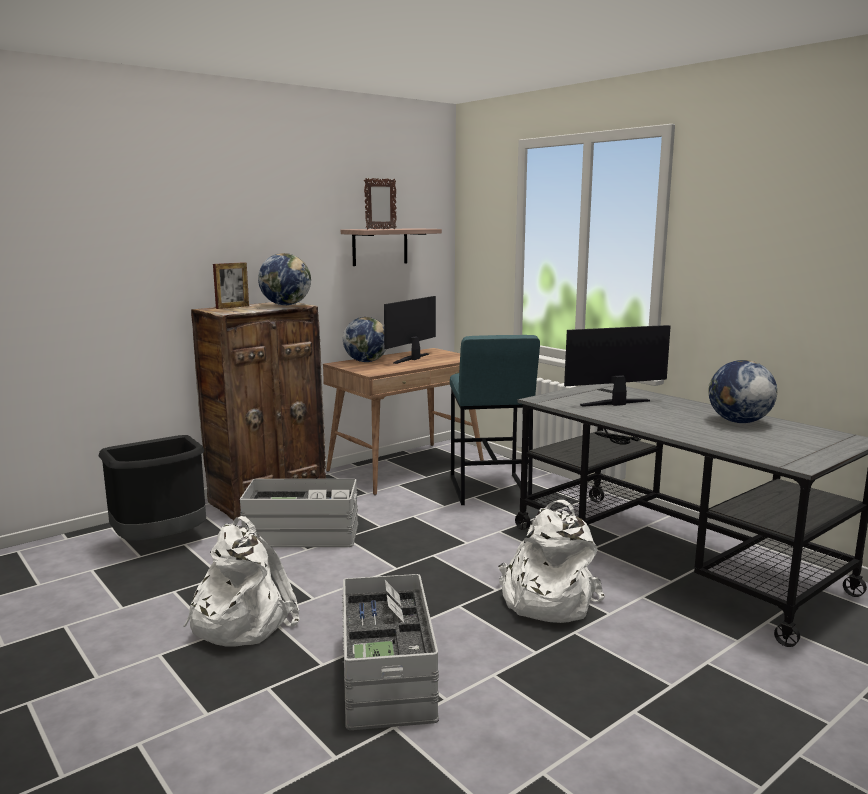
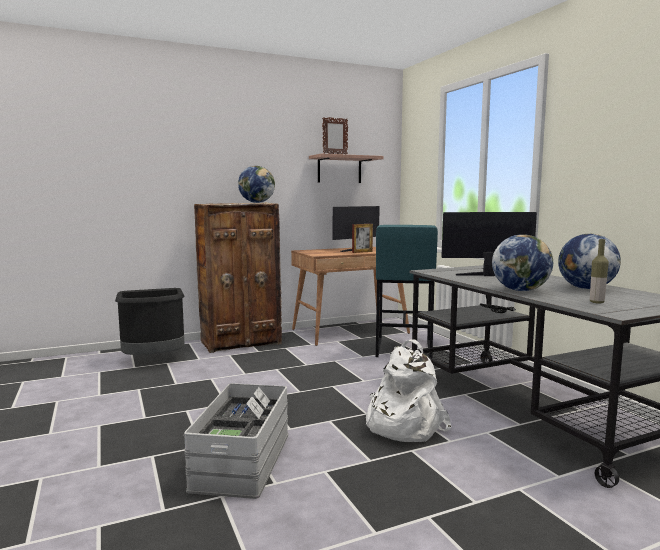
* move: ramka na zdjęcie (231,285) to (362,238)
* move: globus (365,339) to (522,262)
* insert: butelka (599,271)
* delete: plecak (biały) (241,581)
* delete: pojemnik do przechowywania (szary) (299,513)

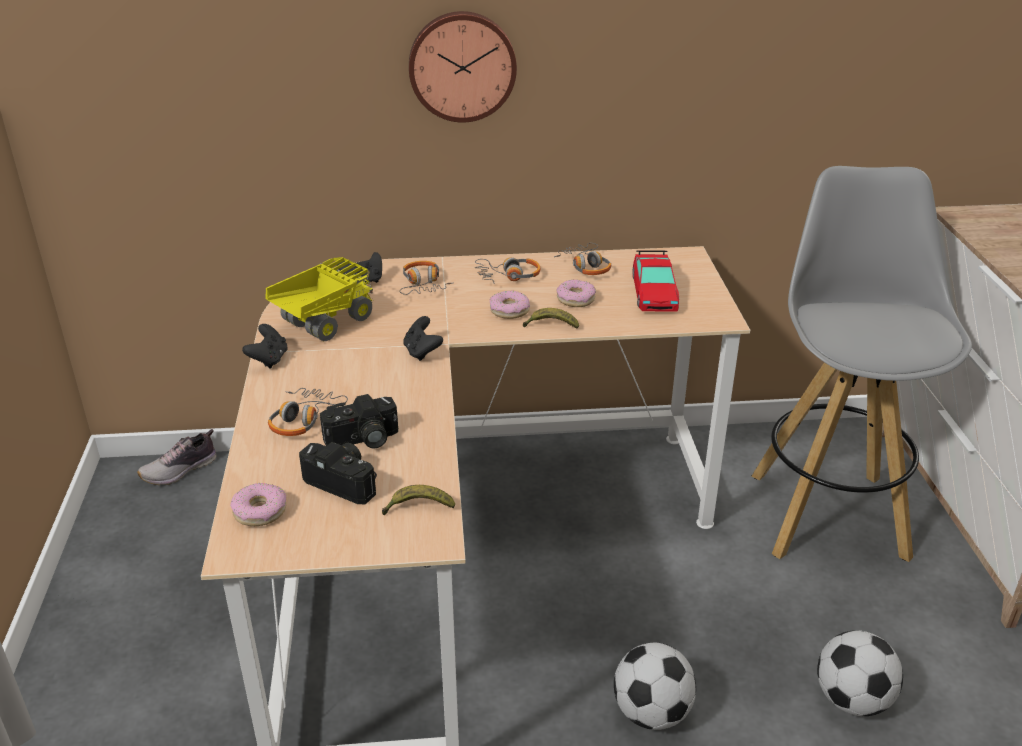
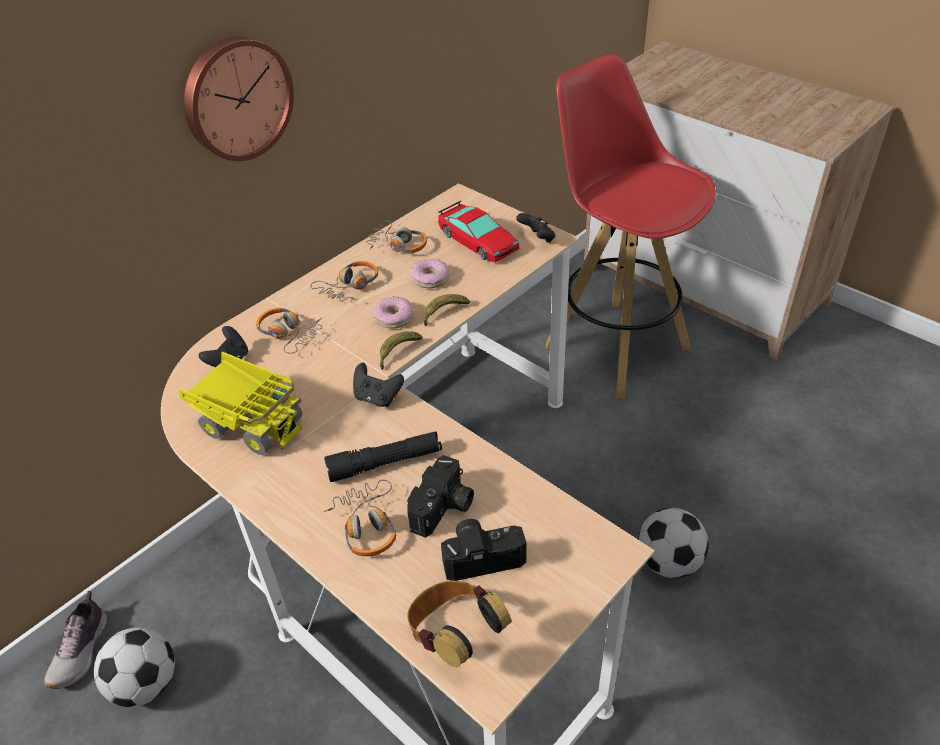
* move: piłka futbolowa (860,673) to (134,667)
* rotate: ciężarówka zabawkowa (319,299) = (241,403) 120 degrees clockwise
* insert: latarka (czarny) (383,456)
* move: banan (418,500) to (401,350)
* replace: donut (258,504) to słuchawki (459,624)
* move: pad do gier (czarny) (265,346) to (535,228)
* recolor: stołek (szary) (861,364) to stołek (czerwony) (631,226)

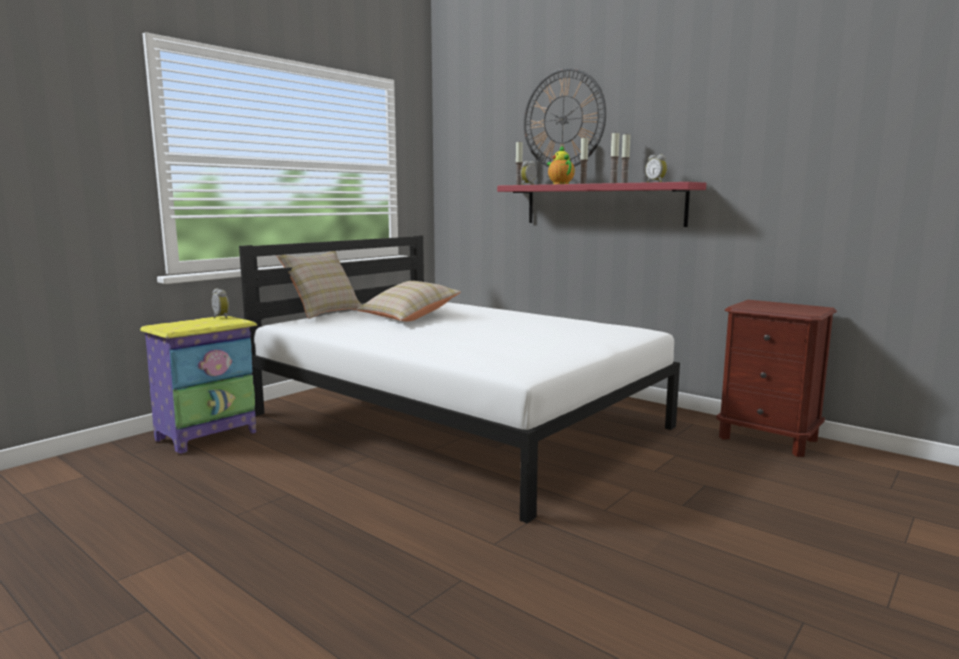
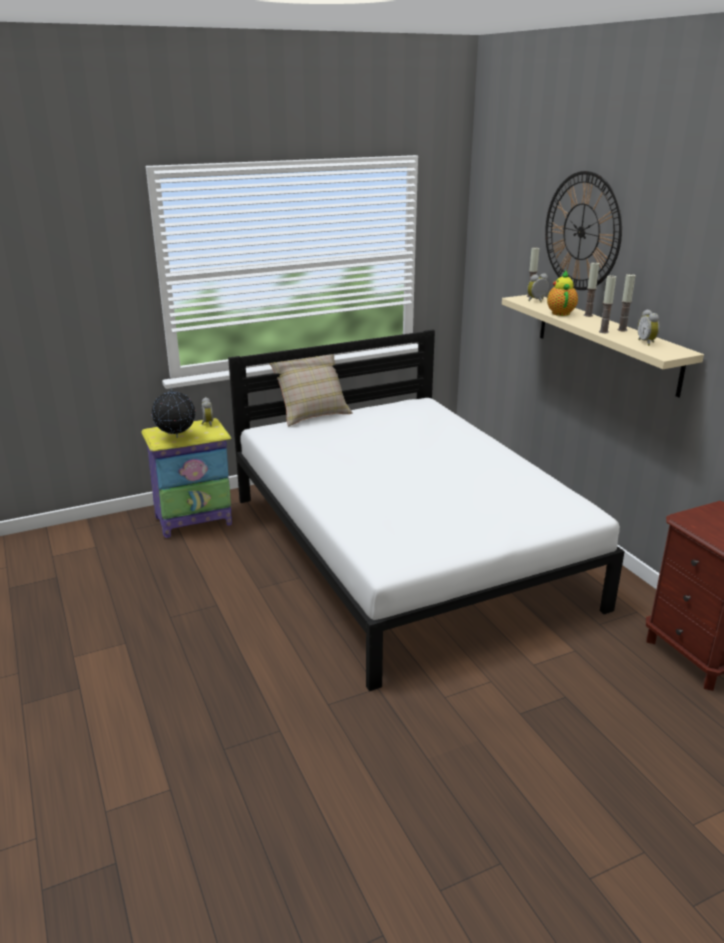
* insert: globus (174,412)
* recolor: półka (czerwony) (601,204) to półka (beżowy) (603,346)
* delete: poduszka (beżowy) (408,301)

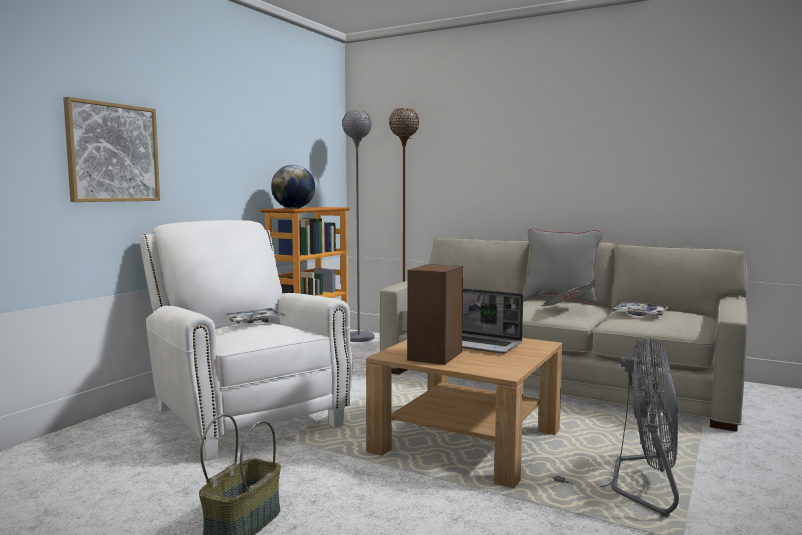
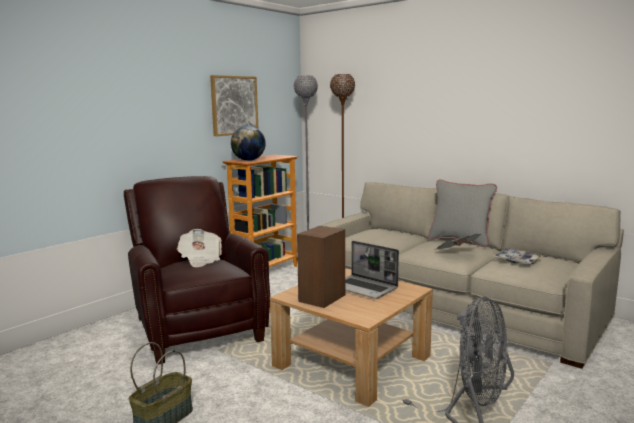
* recolor: fotel (biały) (246,340) to fotel (brązowy) (197,270)
* replace: taca (255,315) to gazeta (199,248)
* move: obraz (111,149) to (234,105)

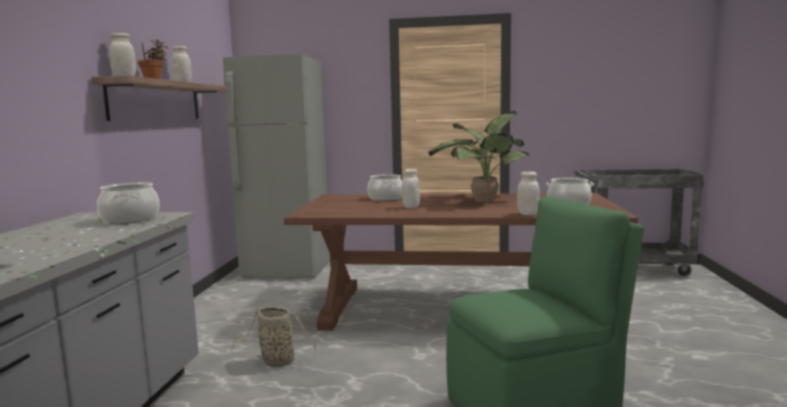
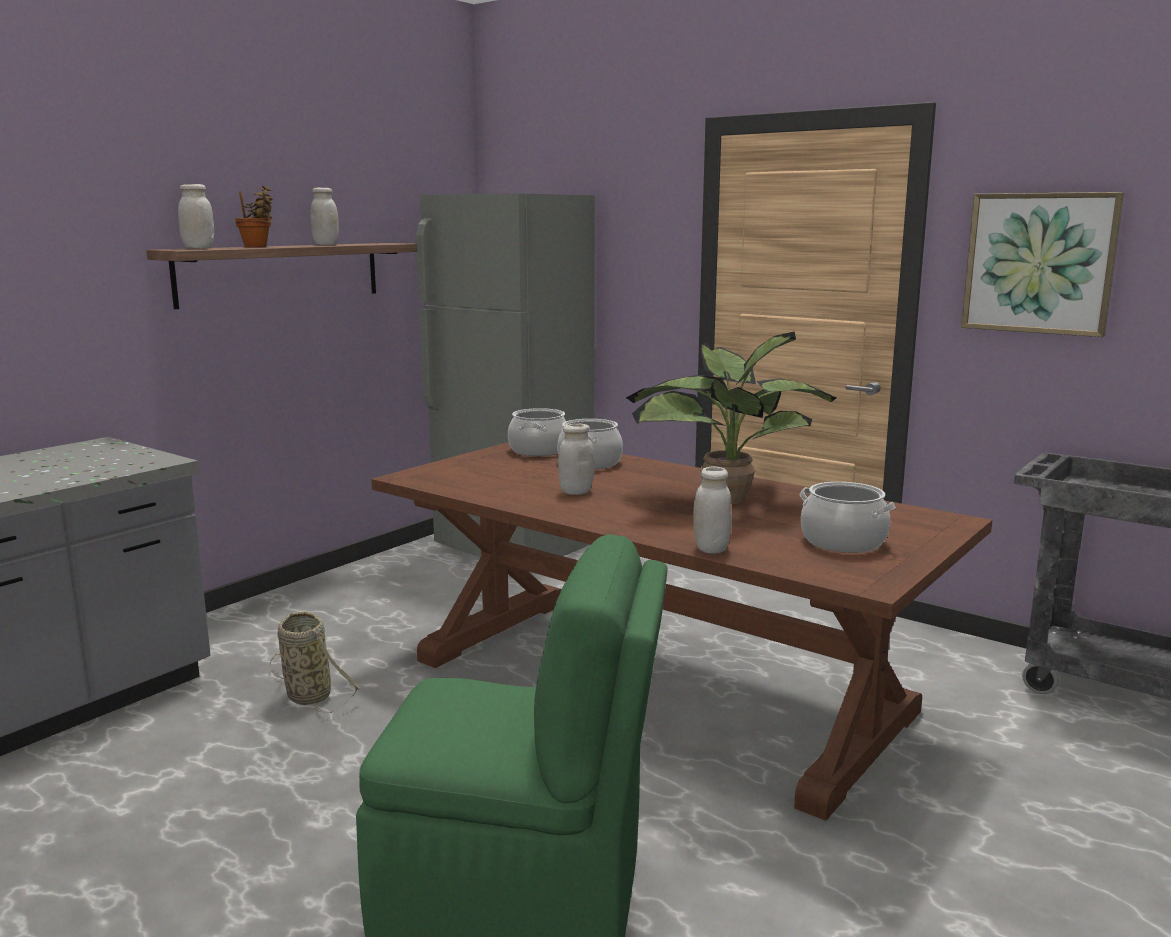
* move: garnek (128,203) to (537,432)
* insert: obraz (1042,264)

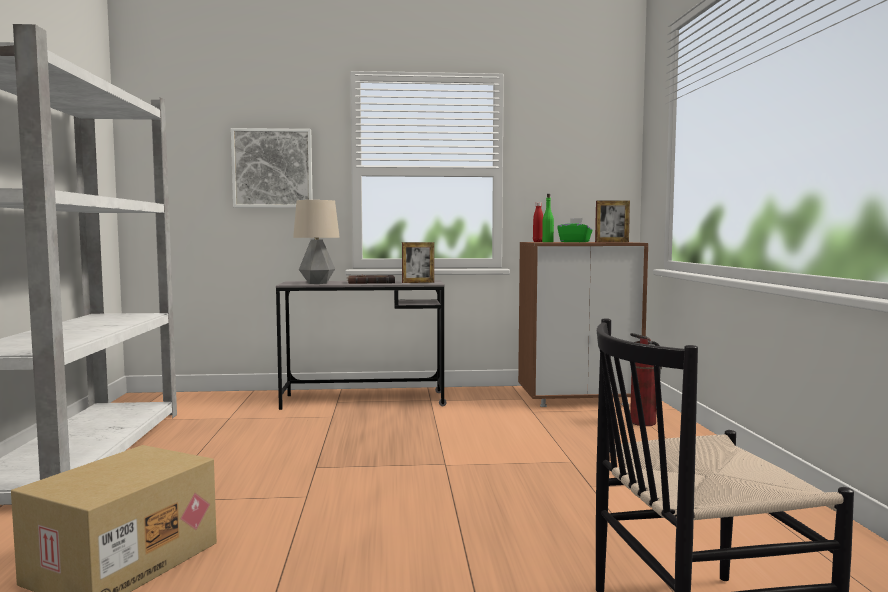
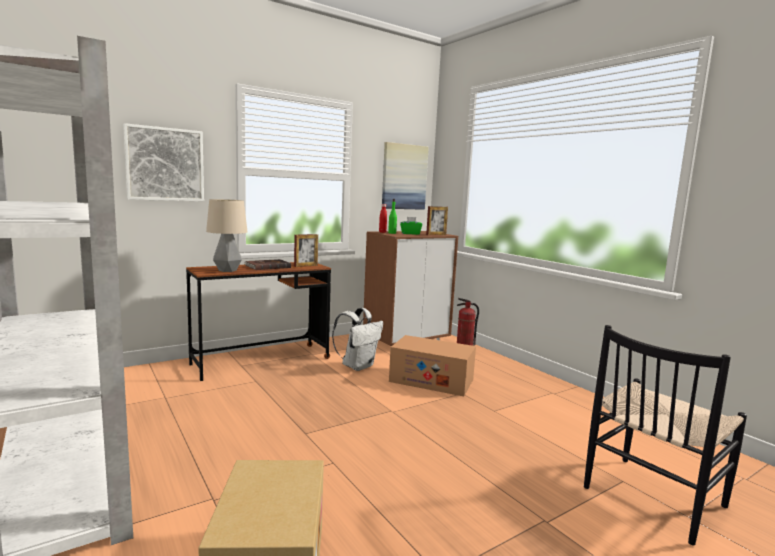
* recolor: biurko (szary) (361,345) to biurko (brązowy) (258,321)
* insert: plecak (biały) (357,339)
* insert: obraz (405,176)
* insert: karton (432,365)

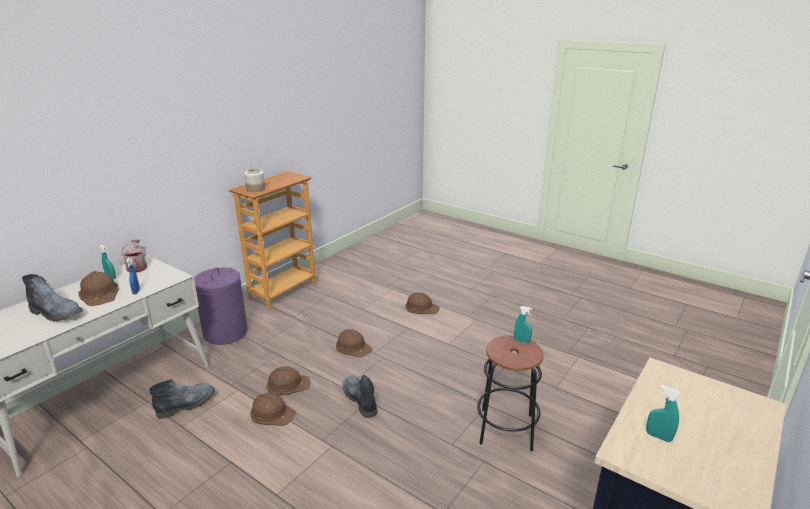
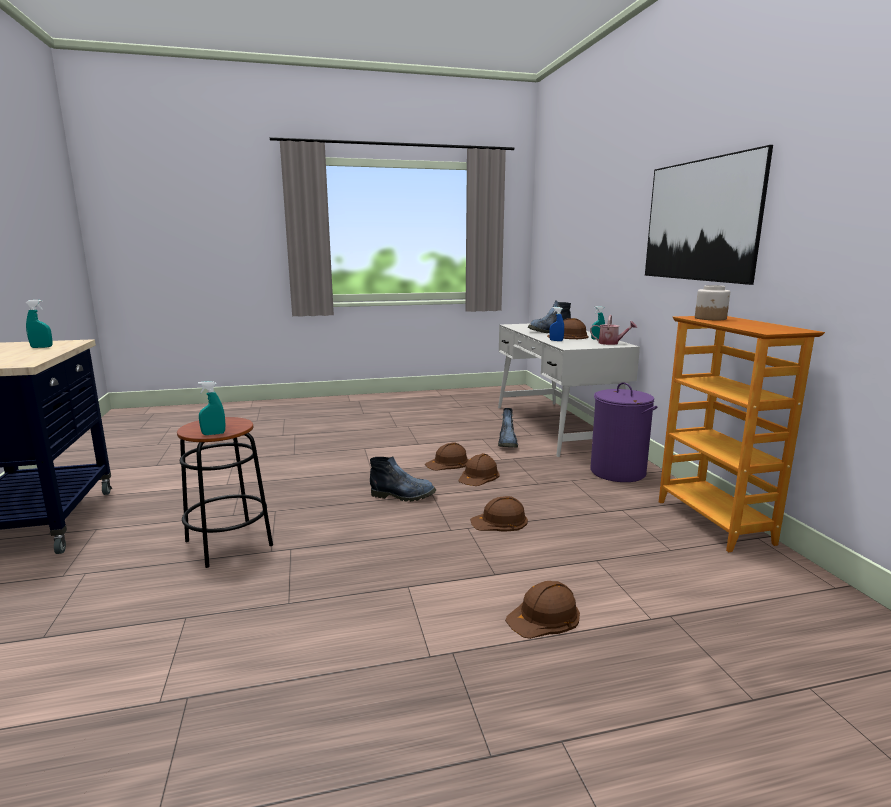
* insert: obraz (709,215)

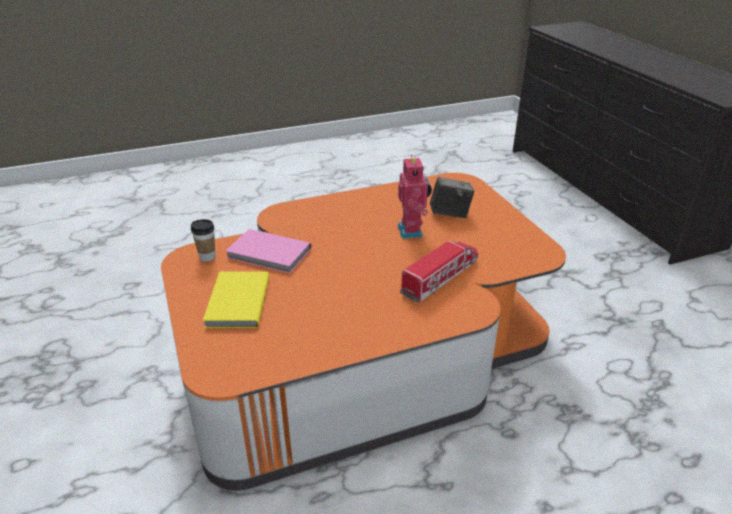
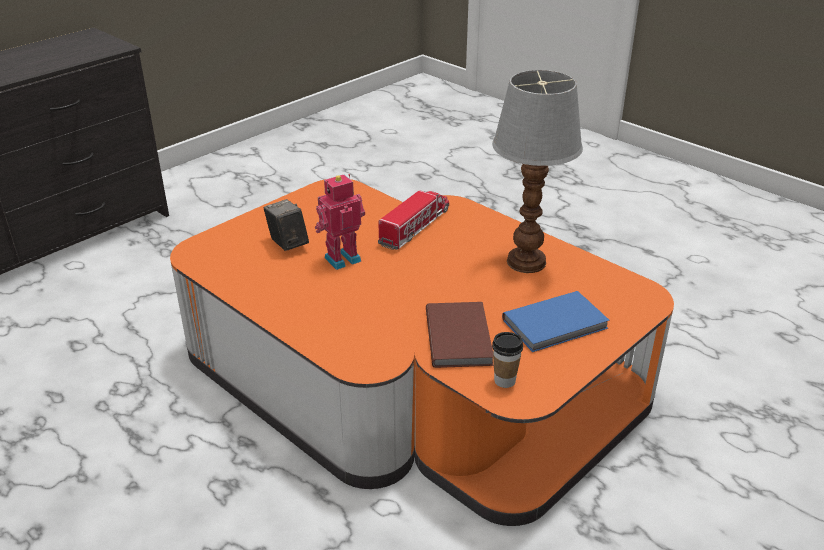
* rotate: ciężarówka zabawkowa (439,271) = (413,220) 105 degrees clockwise
* recolor: książka (różowy) (268,251) to książka (brązowy) (460,335)
* insert: lampa stołowa (537,171)
* recolor: książka (żółty) (236,299) to książka (niebieski) (556,321)

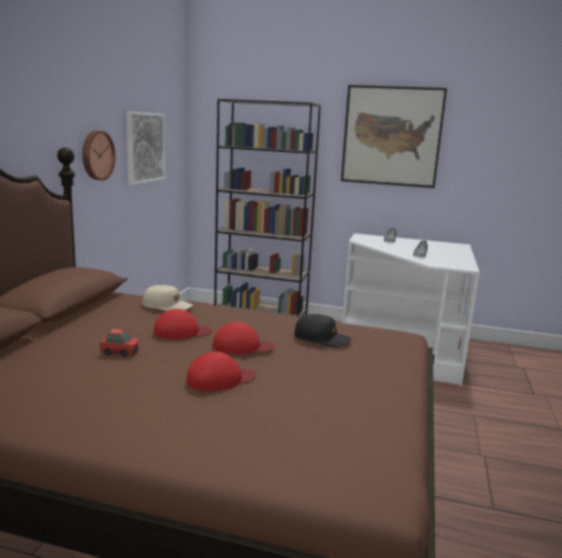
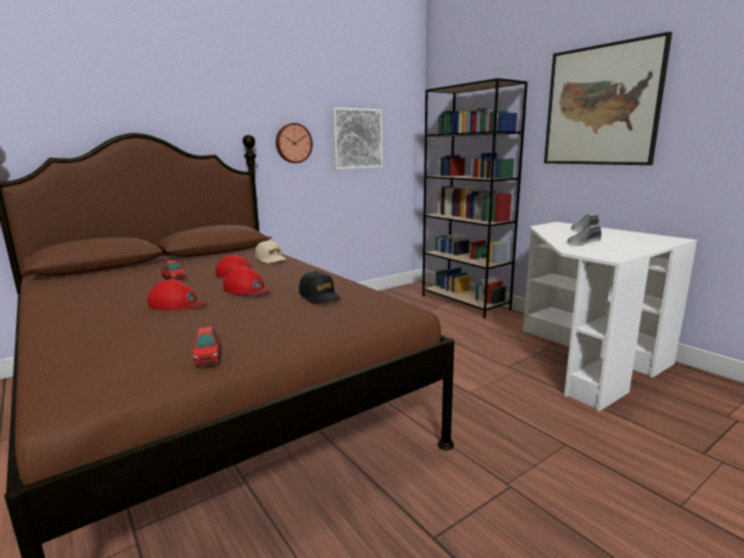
* insert: samochodzik (207,346)

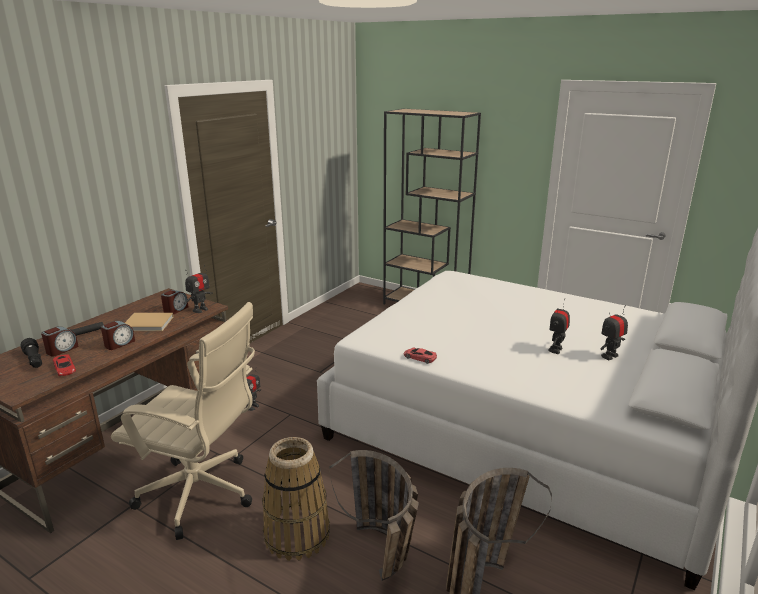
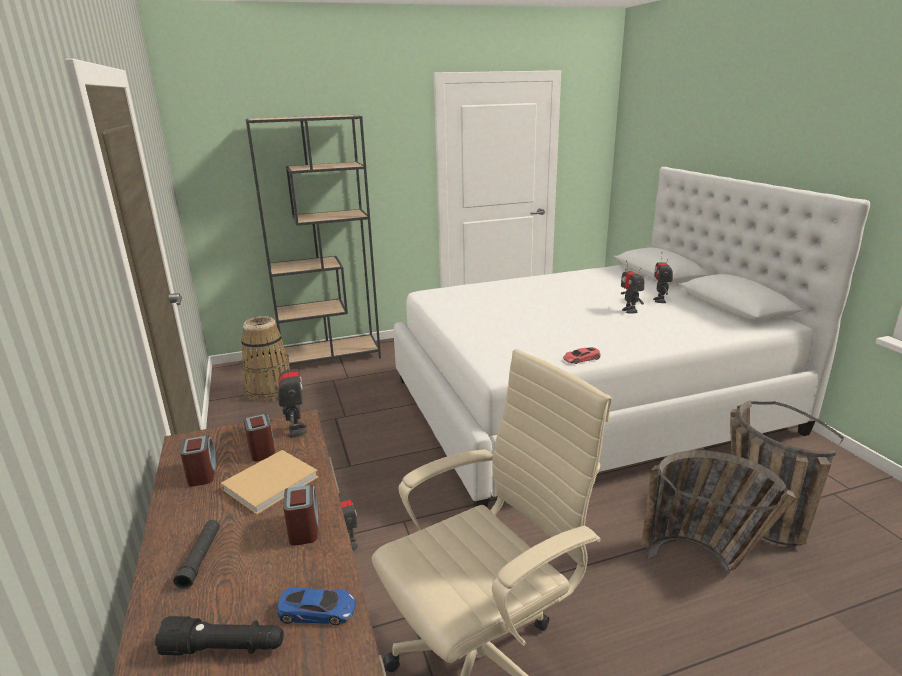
* move: budzik (60,341) to (198,460)
* move: koszyk (296,499) to (265,359)
* recolor: samochodzik (czerwony) (64,365) to samochodzik (niebieski) (316,606)

